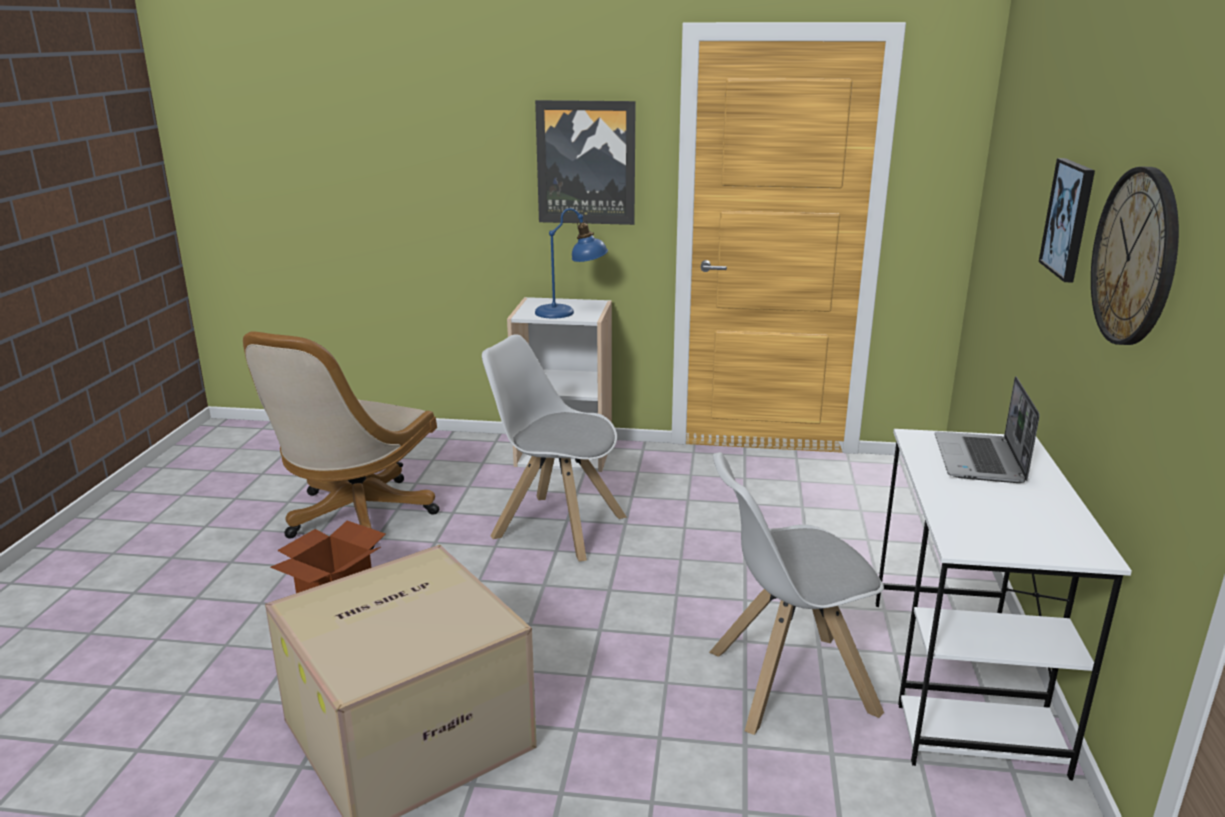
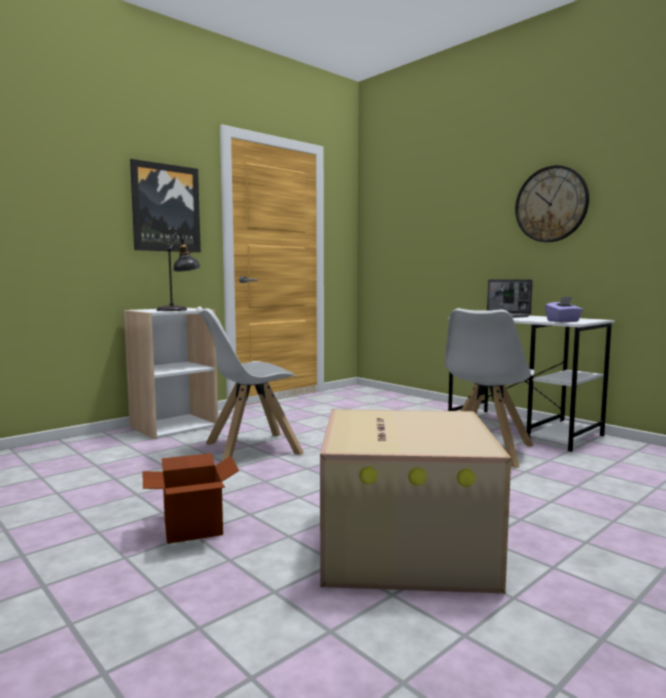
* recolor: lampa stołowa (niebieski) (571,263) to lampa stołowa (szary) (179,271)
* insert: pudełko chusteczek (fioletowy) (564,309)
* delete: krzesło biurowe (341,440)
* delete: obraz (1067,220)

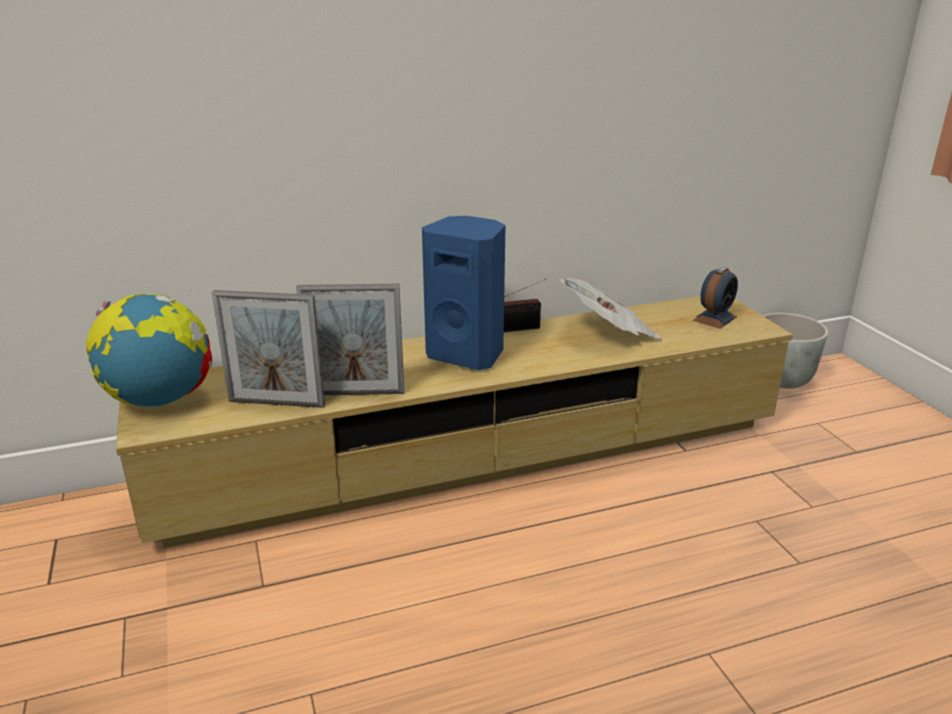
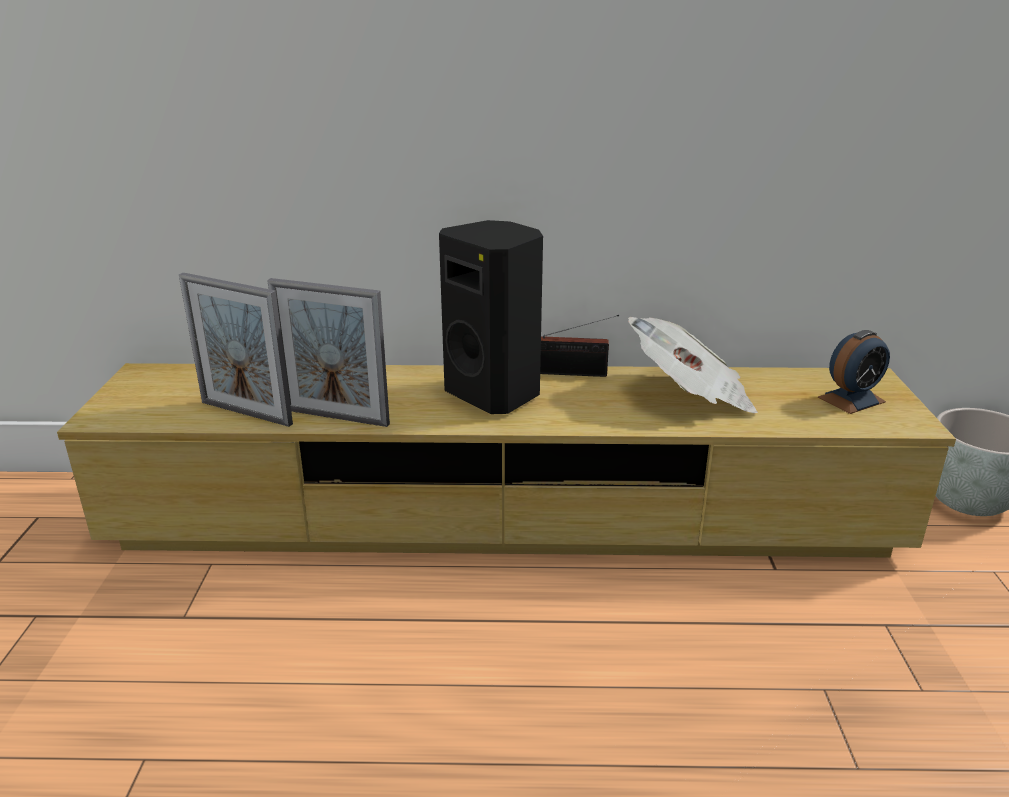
* recolor: głośnik (niebieski) (463,293) to głośnik (czarny) (491,317)
* delete: globus (149,351)

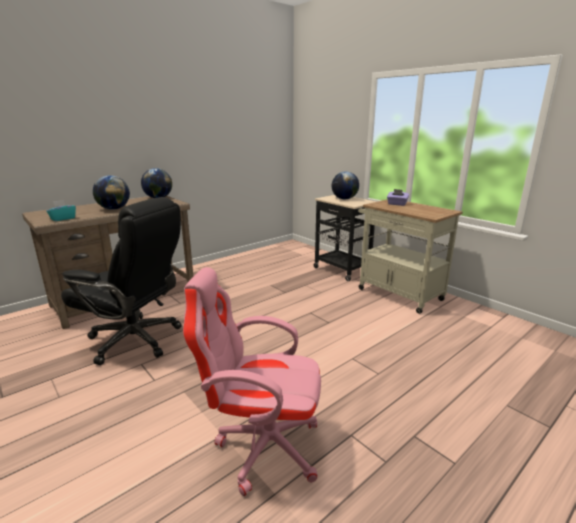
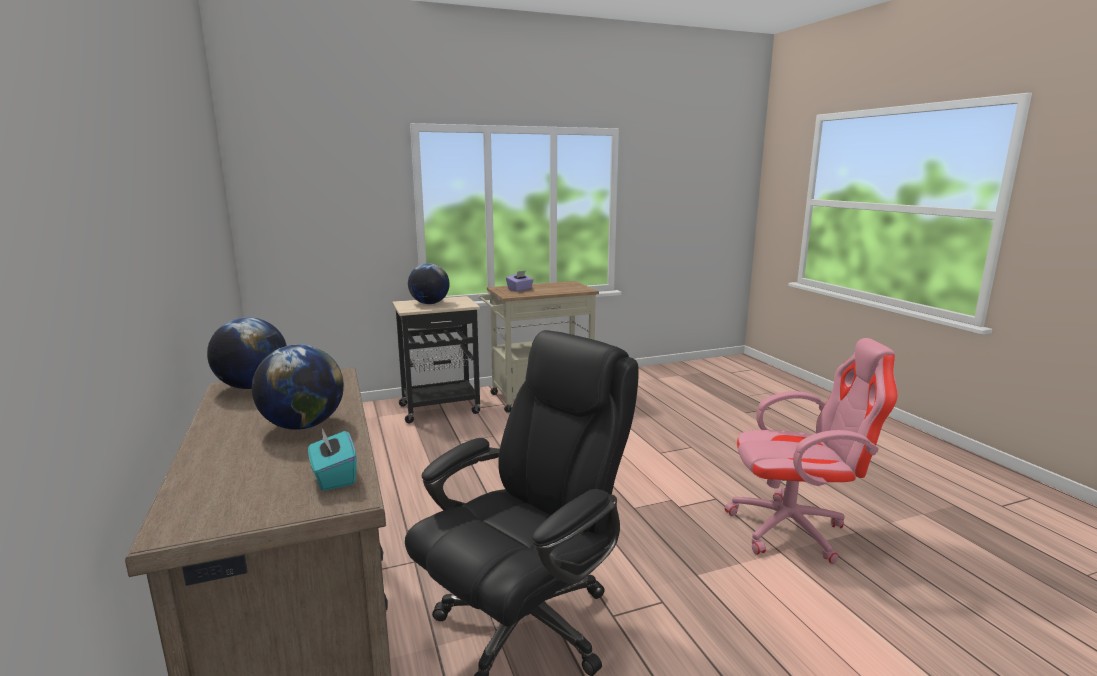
* rotate: krzesło biurowe (różowy) (252,381) = (811,451) 120 degrees counterclockwise

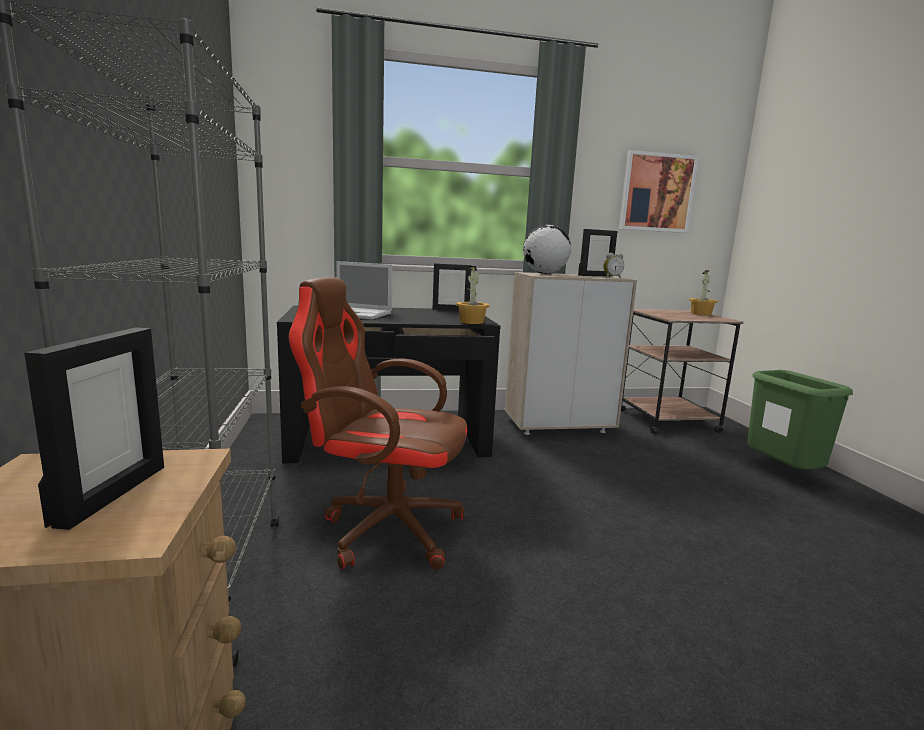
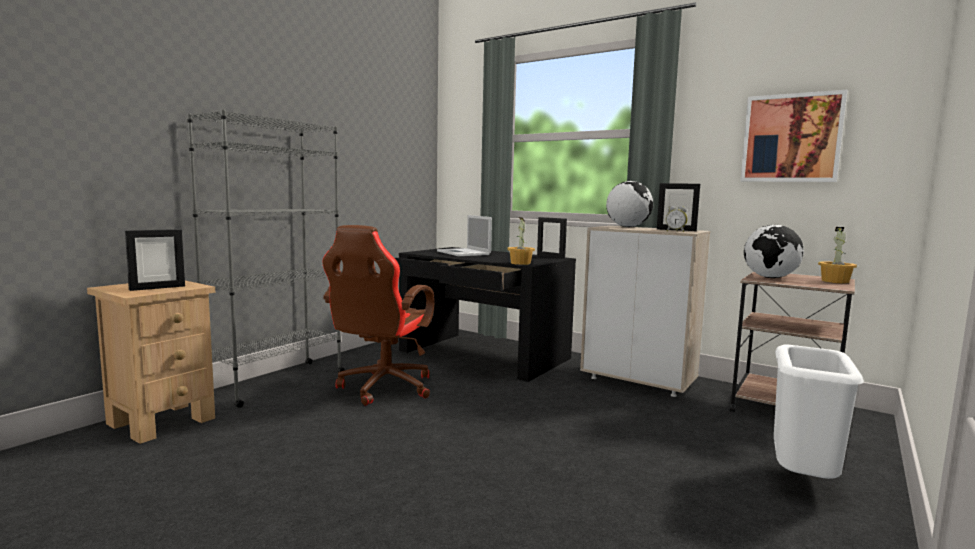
* rotate: krzesło biurowe (brązowy) (378,423) = (378,315) 135 degrees counterclockwise
* insert: globus (774,251)
* recolor: kosz na śmieci (zielony) (800,420) to kosz na śmieci (biały) (819,412)

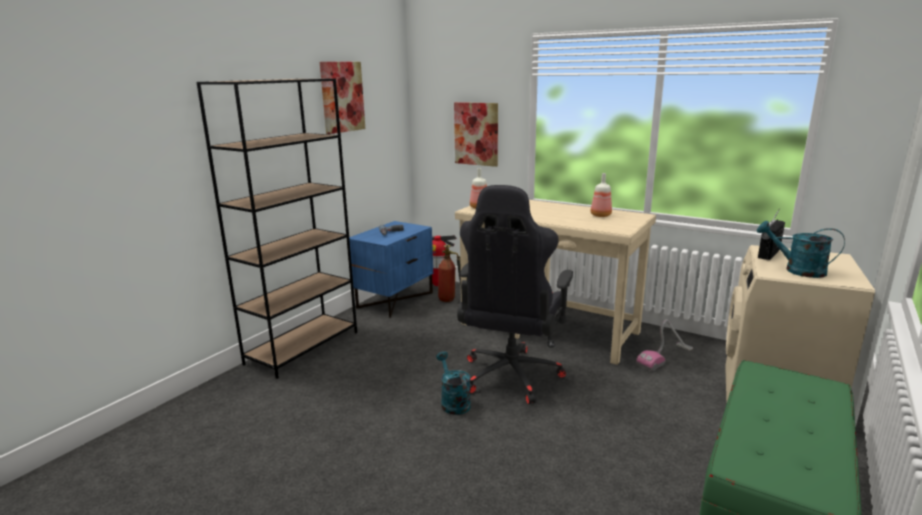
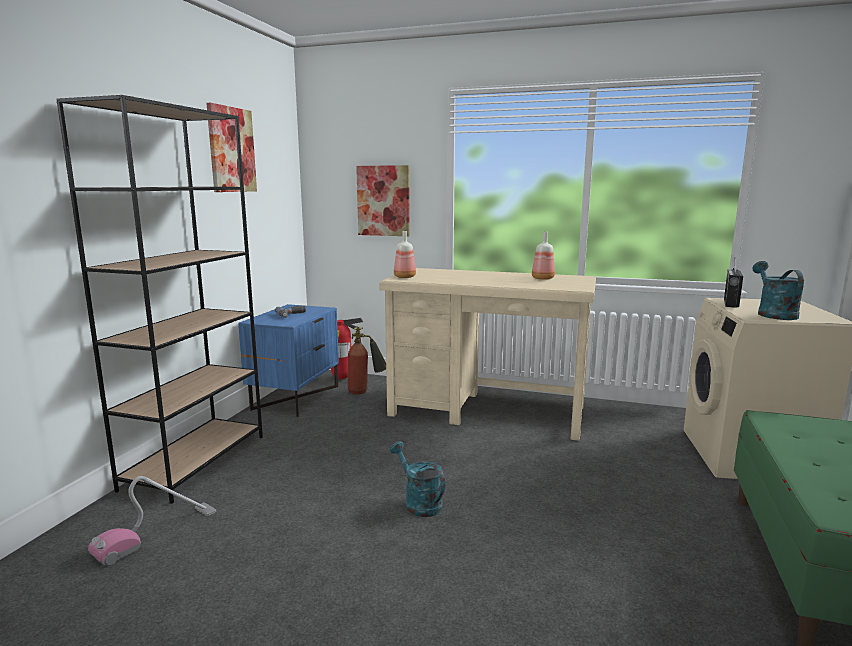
* move: odkurzacz (664,345) to (152,521)
* rotate: konewka (turkusowy) (801,249) = (778,290) 75 degrees clockwise
* delete: krzesło biurowe (czarny) (515,294)

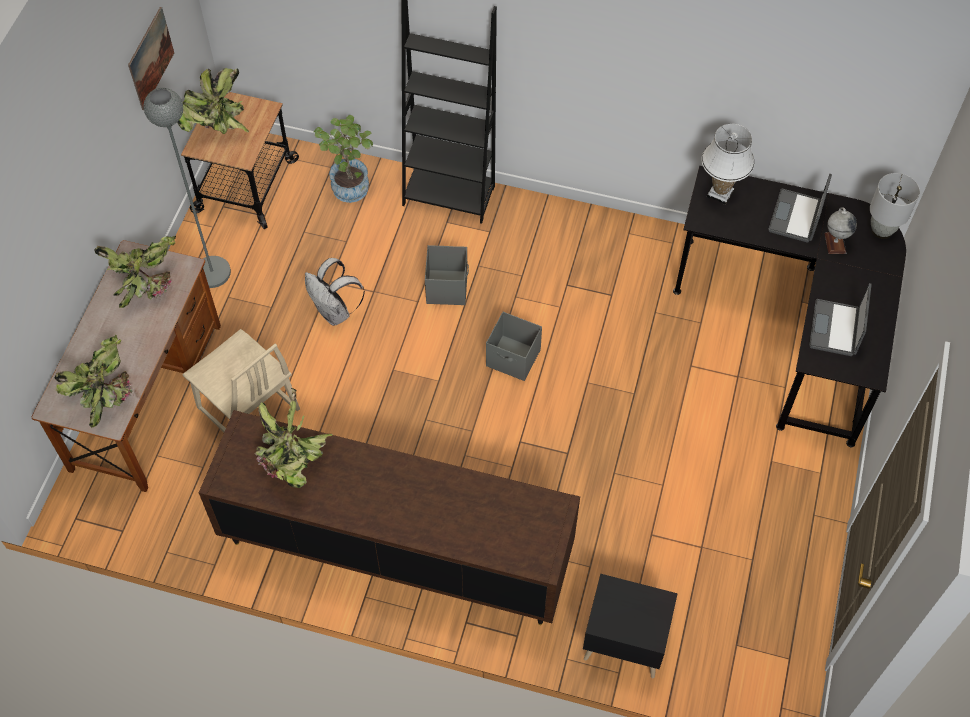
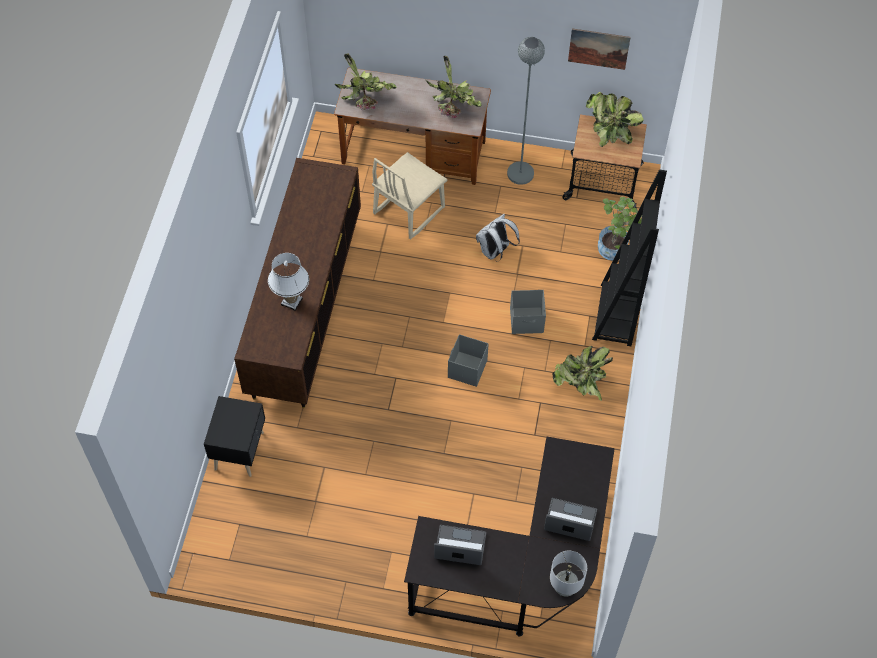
* move: lampa stołowa (biały) (728,164) to (288,282)
* move: roślina doniczkowa (294,438) to (582,373)
* delete: globus (841,230)

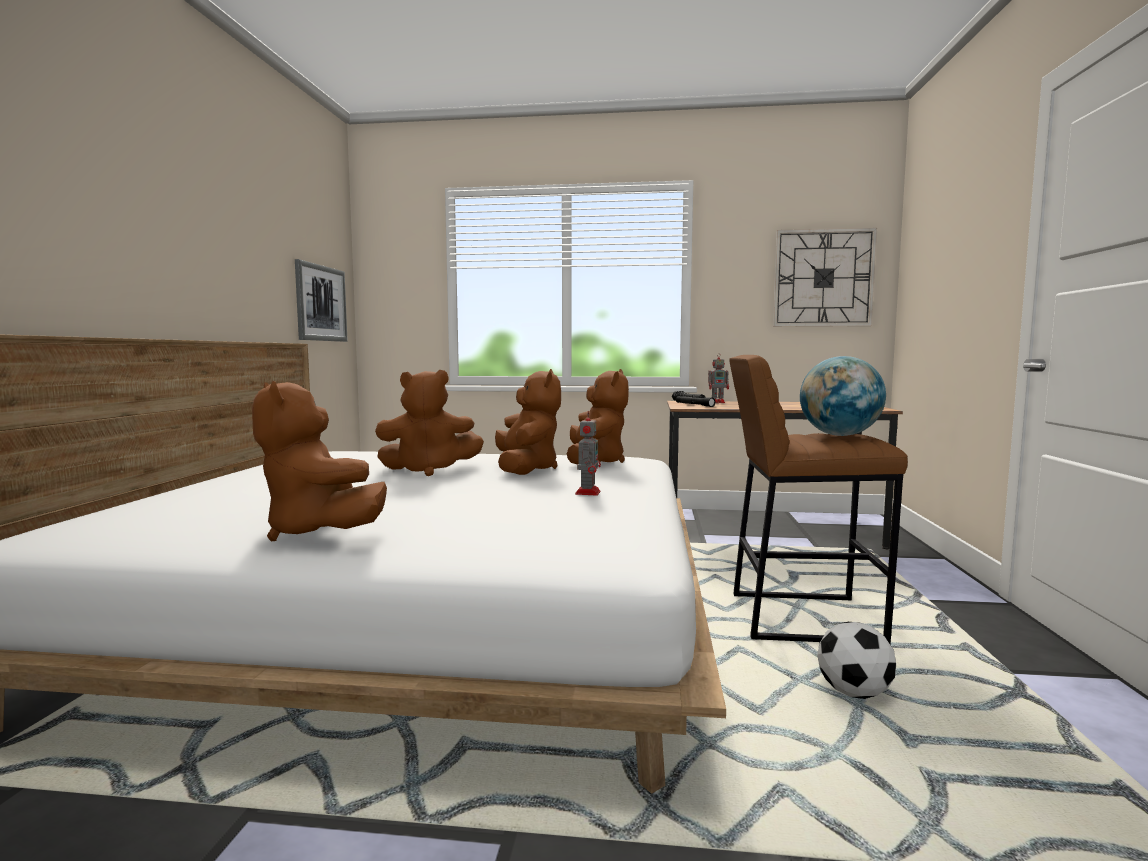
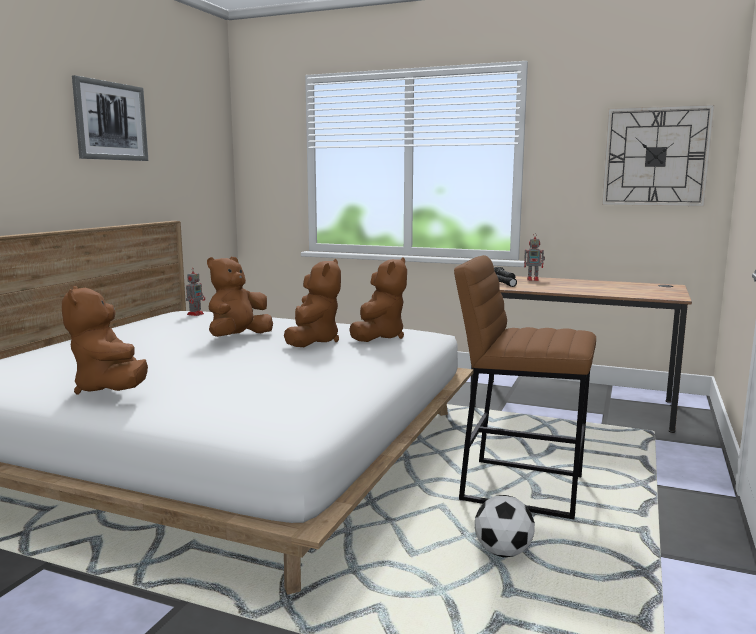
* move: obraz (321,300) to (110,118)
* move: robot zabawkowy (588,453) to (195,292)
* rotate: pluszak (brązowy) (429,423) = (240,297) 120 degrees clockwise
* delete: globus (843,396)

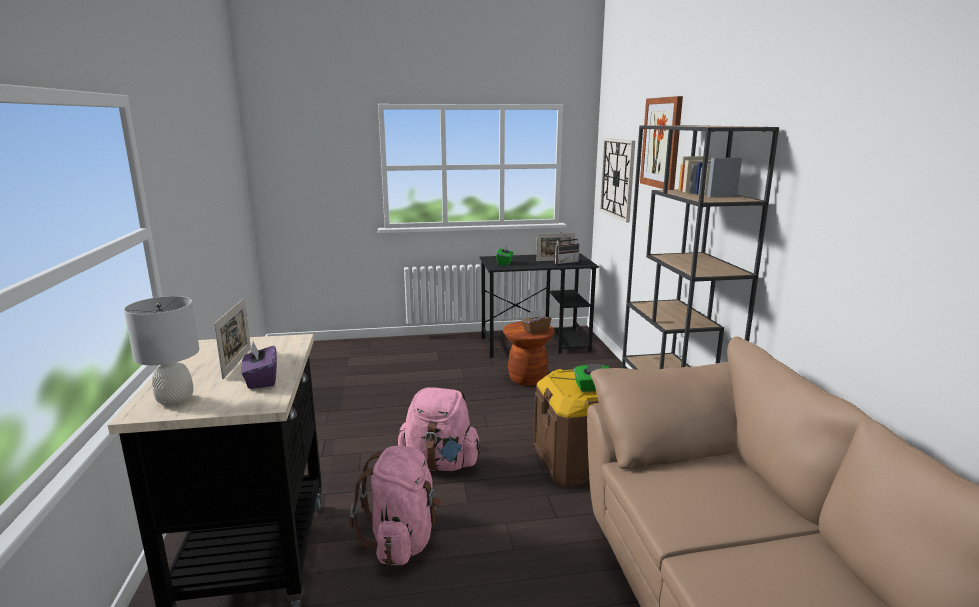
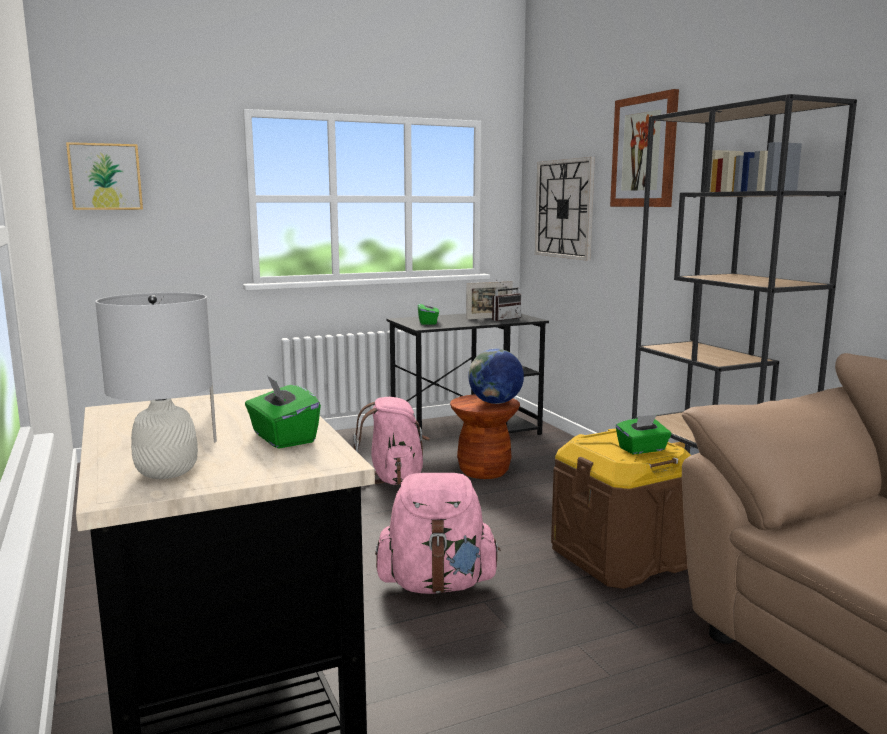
* insert: obraz (104,176)
* recolor: pudełko chusteczek (fioletowy) (259,365) to pudełko chusteczek (zielony) (283,412)
* move: plecak (różowy) (396,505) to (391,441)
* replace: pudełko chusteczek (brązowy) (536,322) to globus (496,376)

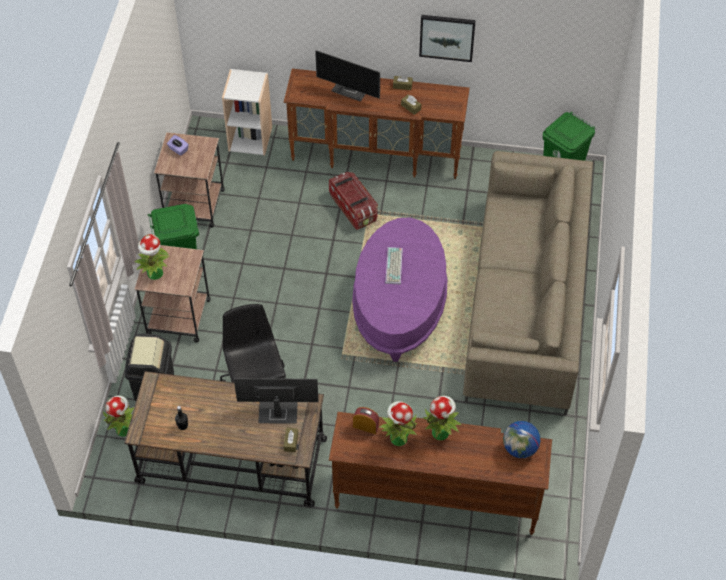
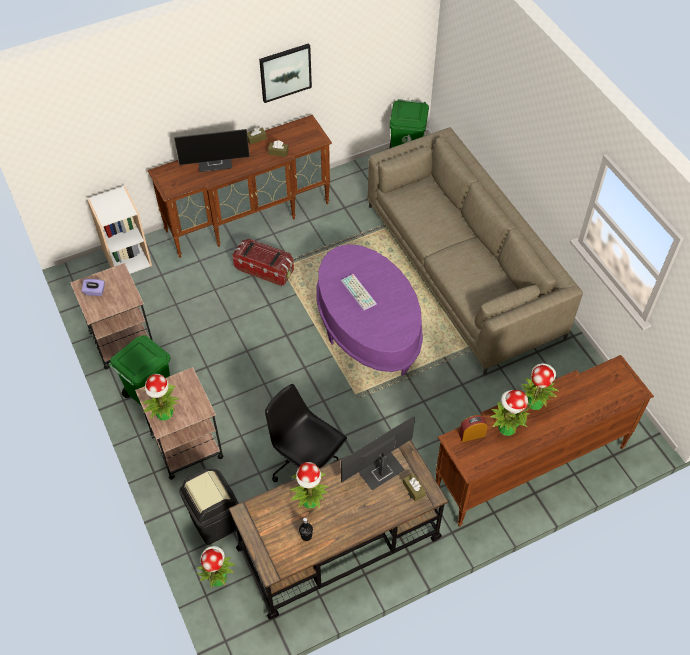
* insert: roślina doniczkowa (308,485)
* delete: globus (521,439)

